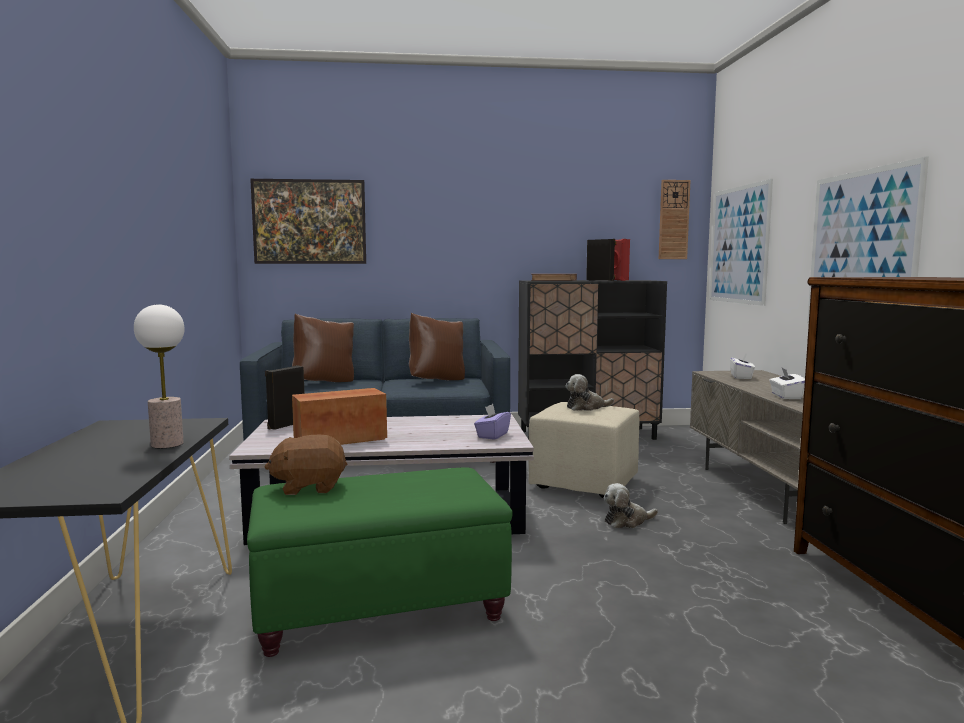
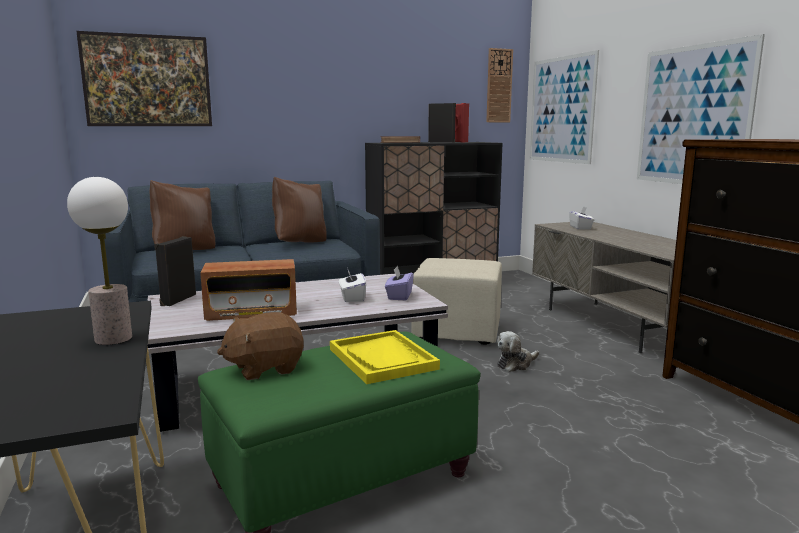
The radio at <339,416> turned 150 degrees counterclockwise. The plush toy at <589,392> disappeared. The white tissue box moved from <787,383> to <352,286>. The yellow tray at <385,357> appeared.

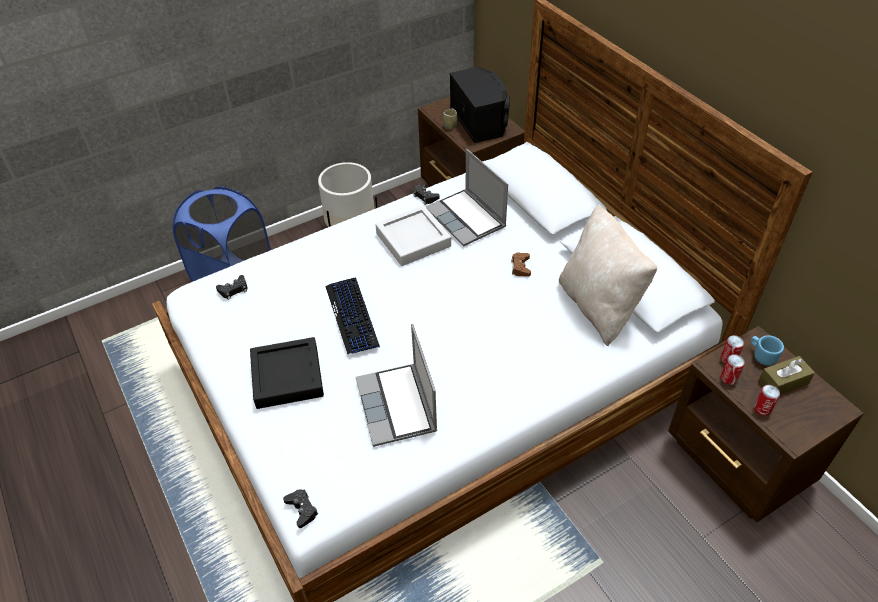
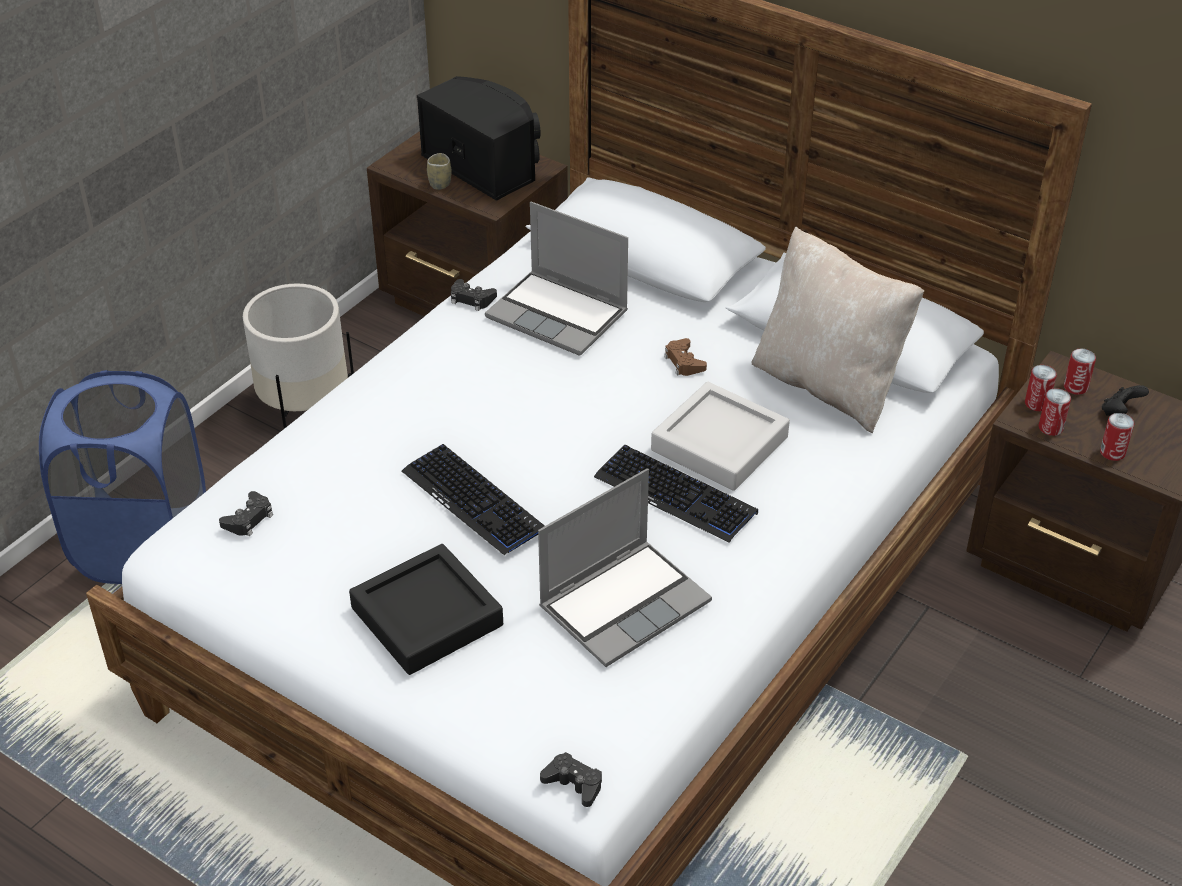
The laptop at <396,385> turned 90 degrees counterclockwise. The grey tray moved from <413,235> to <720,436>. The blue mug at <767,350> was replaced by the can at <1080,371>. The brown tissue box at <787,375> was replaced by the black game controller at <1125,400>. The keyboard at <676,493> appeared.

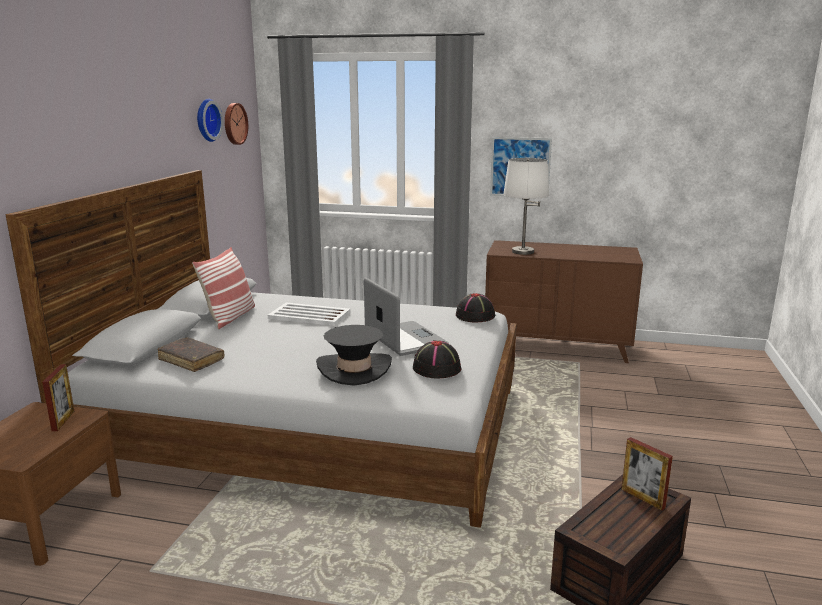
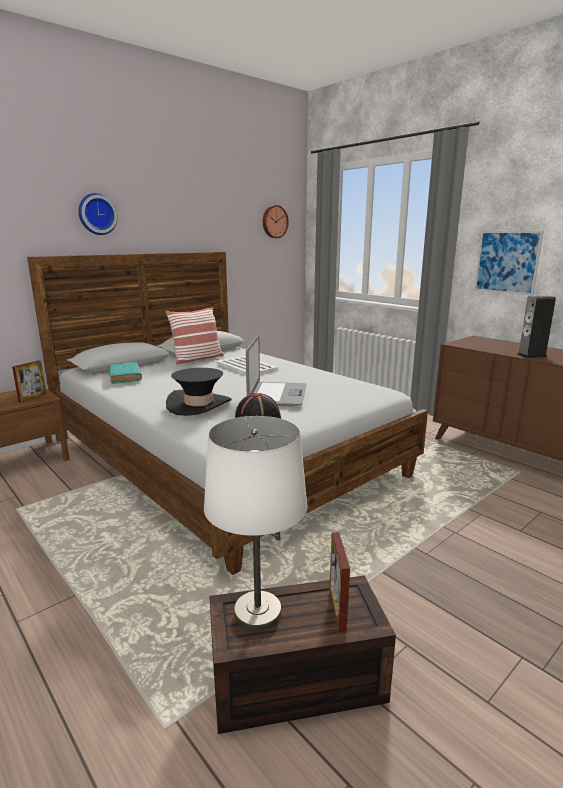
The brown book at <190,354> became the turquoise book at <125,373>. The wall clock moved from <210,120> to <98,214>. The black hat at <475,307> disappeared. The white table lamp moved from <526,206> to <256,523>. The speaker at <536,327> appeared.

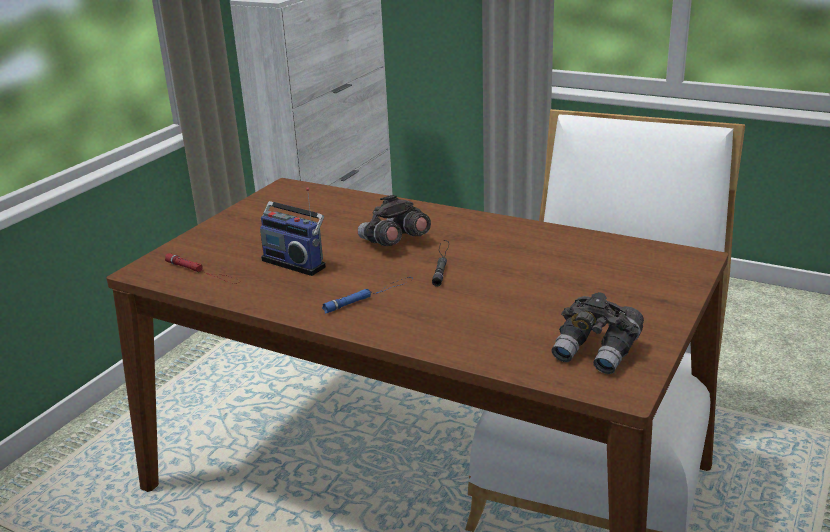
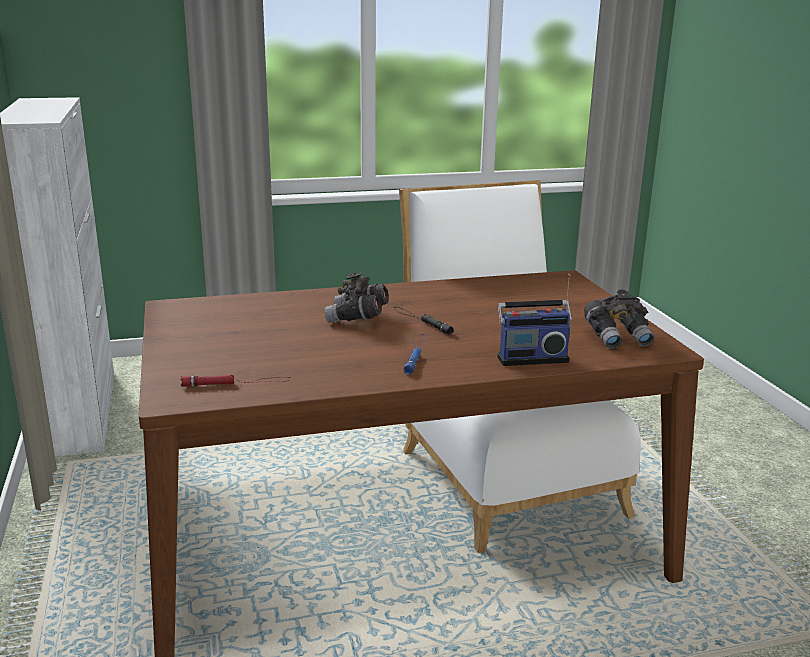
The radio moved from <293,231> to <534,320>.

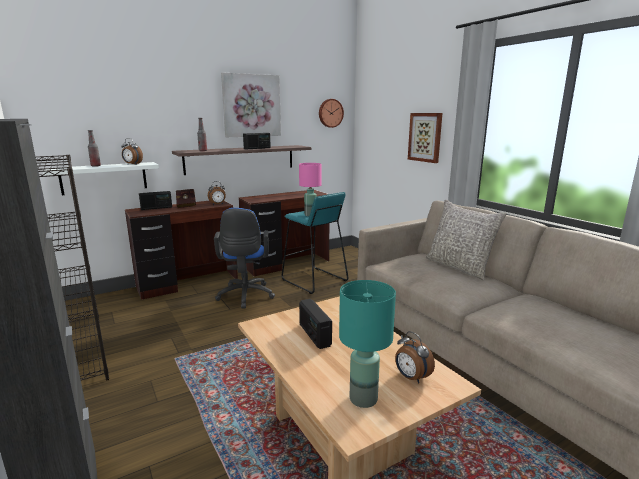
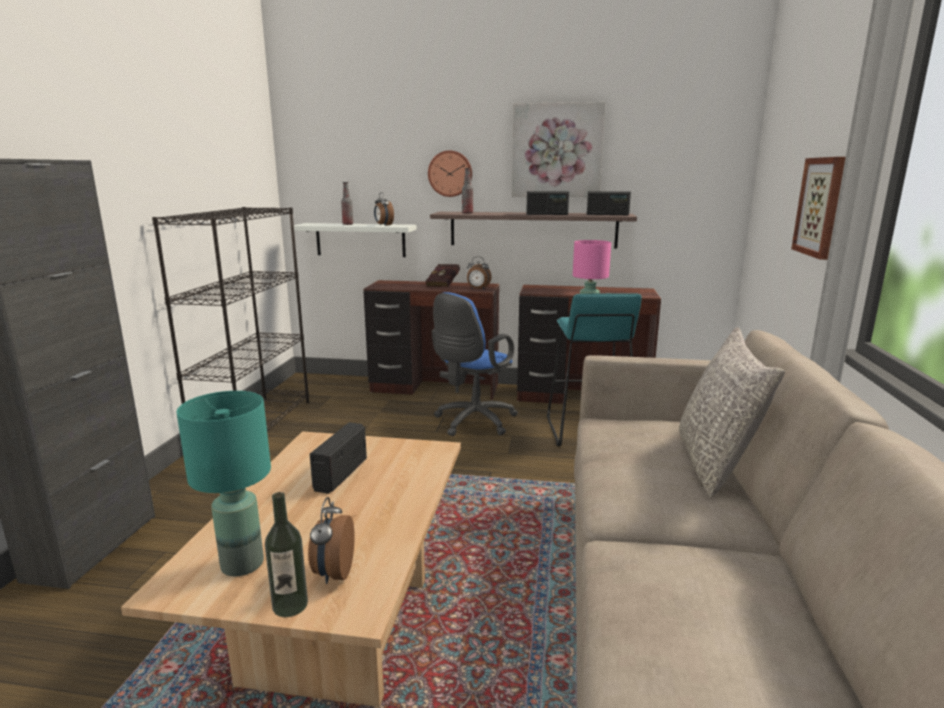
The radio moved from <155,200> to <609,203>. The wall clock moved from <331,113> to <450,173>. The bottle at <286,554> appeared.

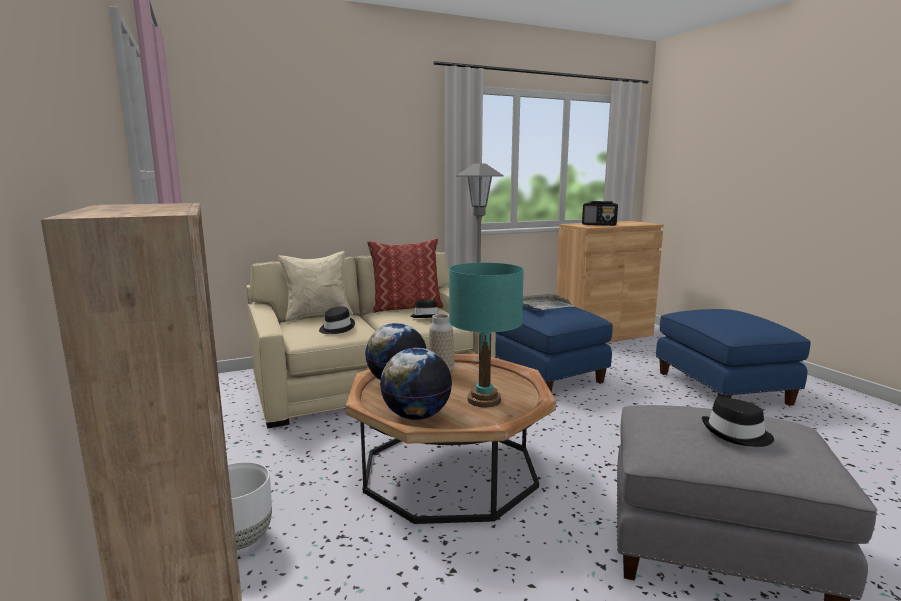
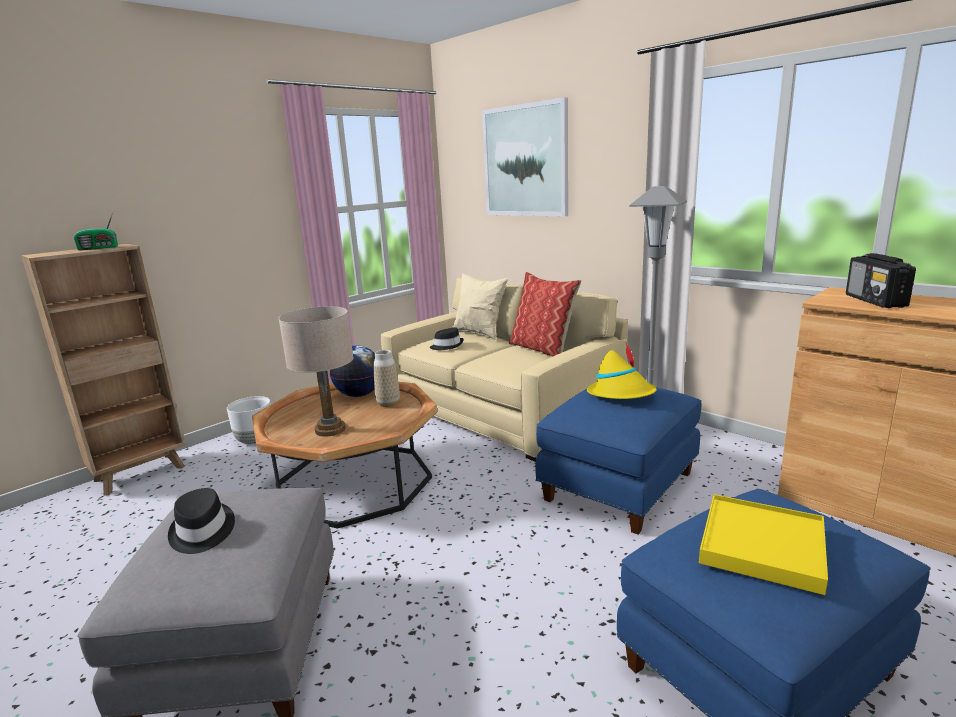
The globe at <416,384> disappeared. The black hat at <424,308> disappeared. The turquoise table lamp at <486,335> became the beige table lamp at <316,371>. The grey tray at <548,302> was replaced by the yellow hat at <622,371>. The radio at <96,231> appeared. The picture at <525,156> appeared. The yellow tray at <763,544> appeared.

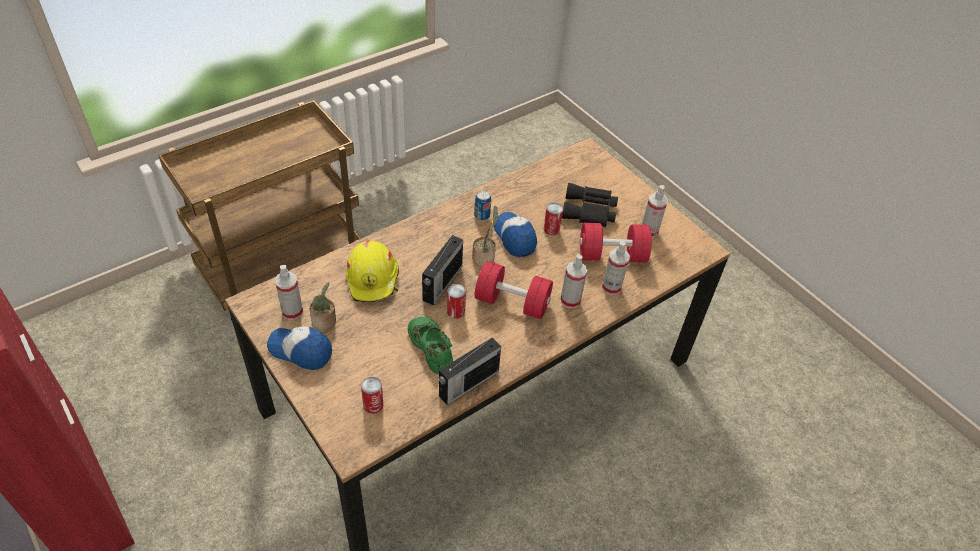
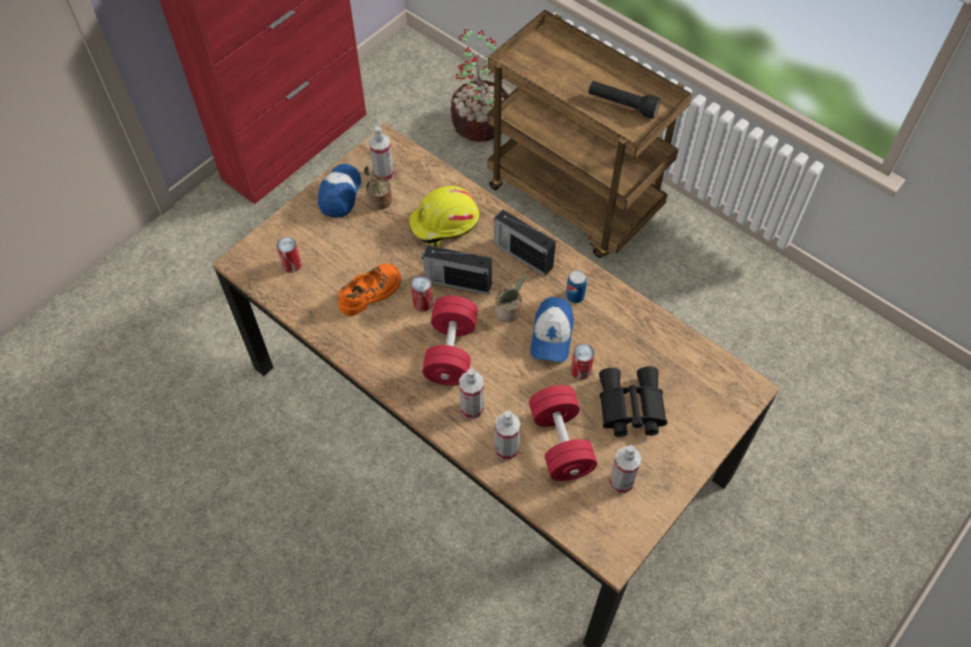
The green shoe at <430,345> became the orange shoe at <369,289>. The radio moved from <469,371> to <525,243>. The cap at <515,234> turned 135 degrees clockwise. The potted plant at <479,85> appeared. The black flashlight at <624,100> appeared.

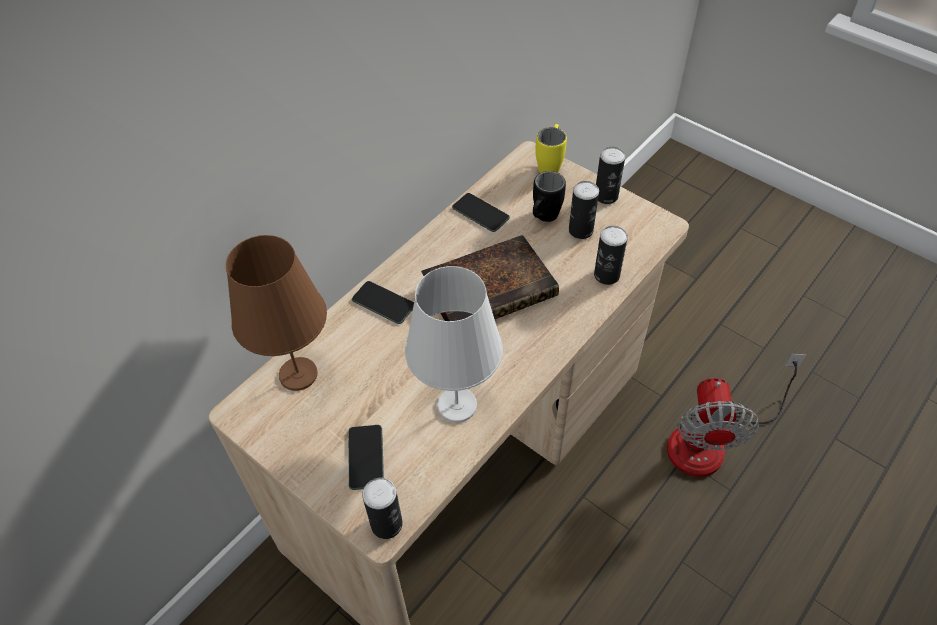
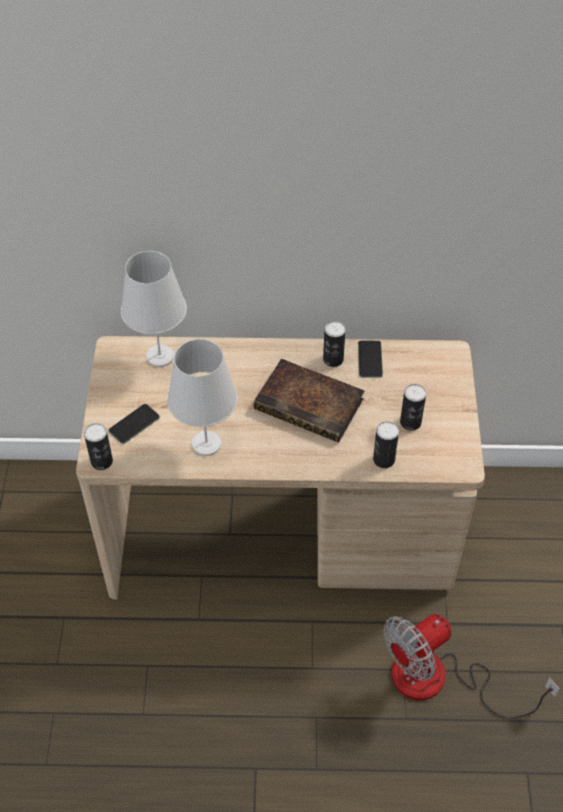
The brown table lamp at <276,313> became the white table lamp at <154,309>. The phone at <383,302> disappeared. The black mug at <549,196> disappeared. The yellow mug at <551,148> disappeared. The can moved from <610,175> to <334,344>.

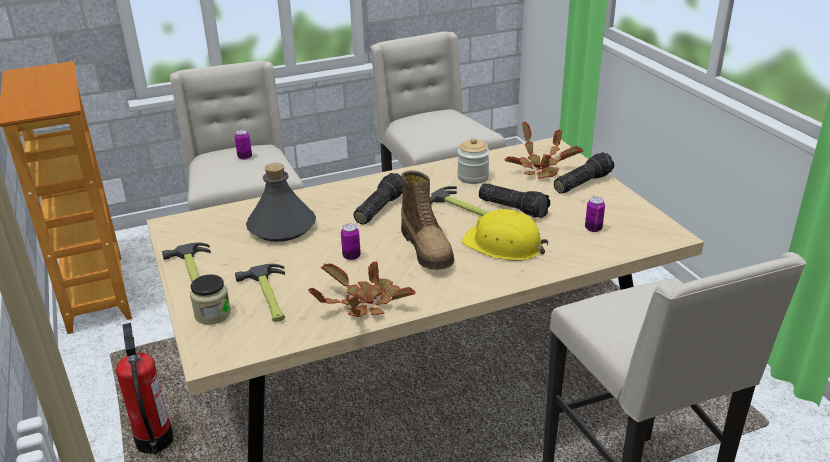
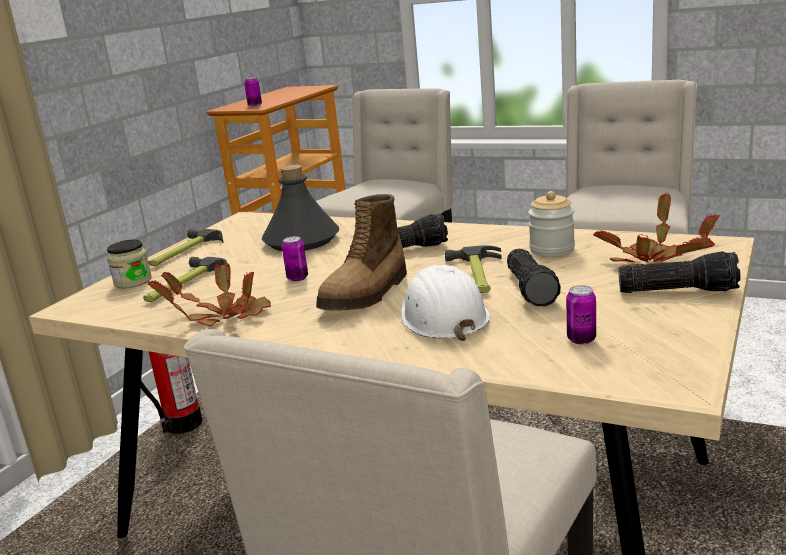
The can moved from <243,145> to <253,92>. The yellow hard hat at <505,235> became the white hard hat at <445,303>.

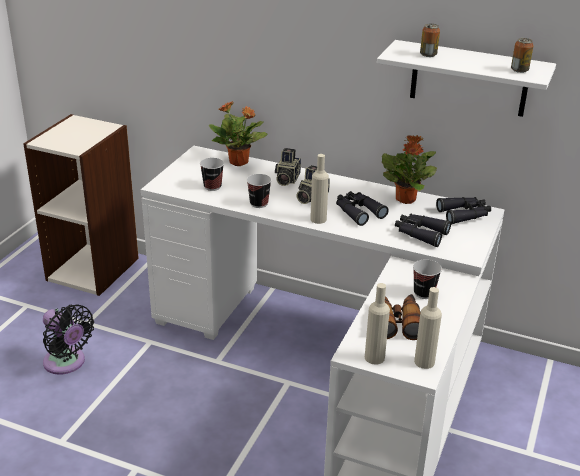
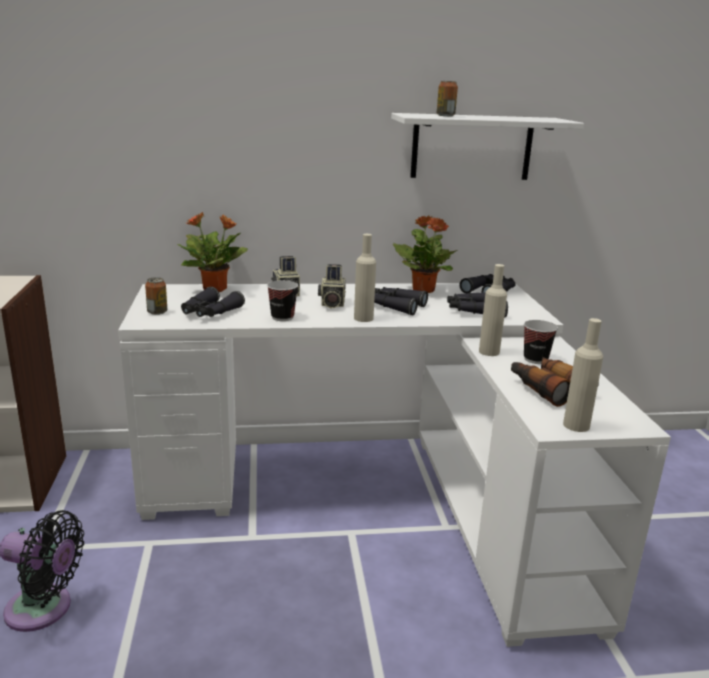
The cup at <212,174> was replaced by the black binoculars at <213,302>. The beige bottle moved from <428,328> to <493,310>. The can moved from <522,55> to <156,296>.

